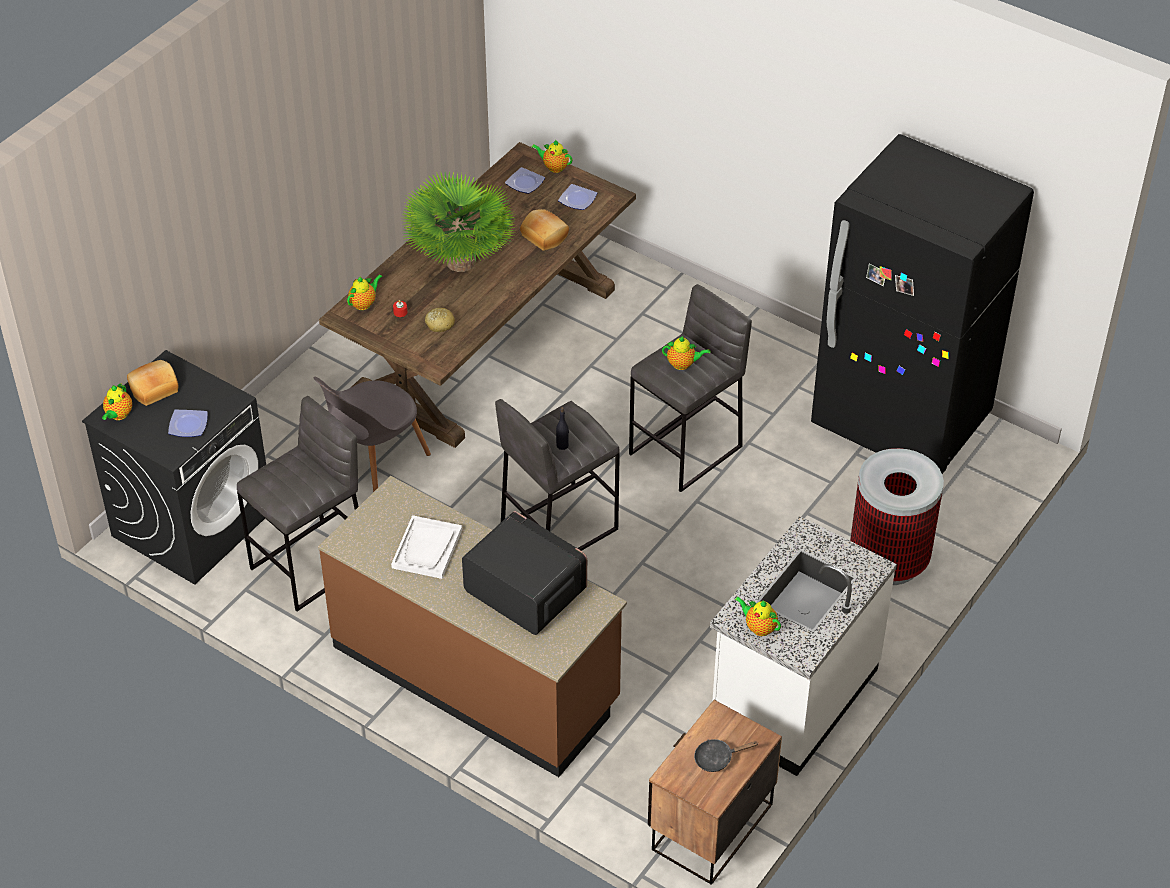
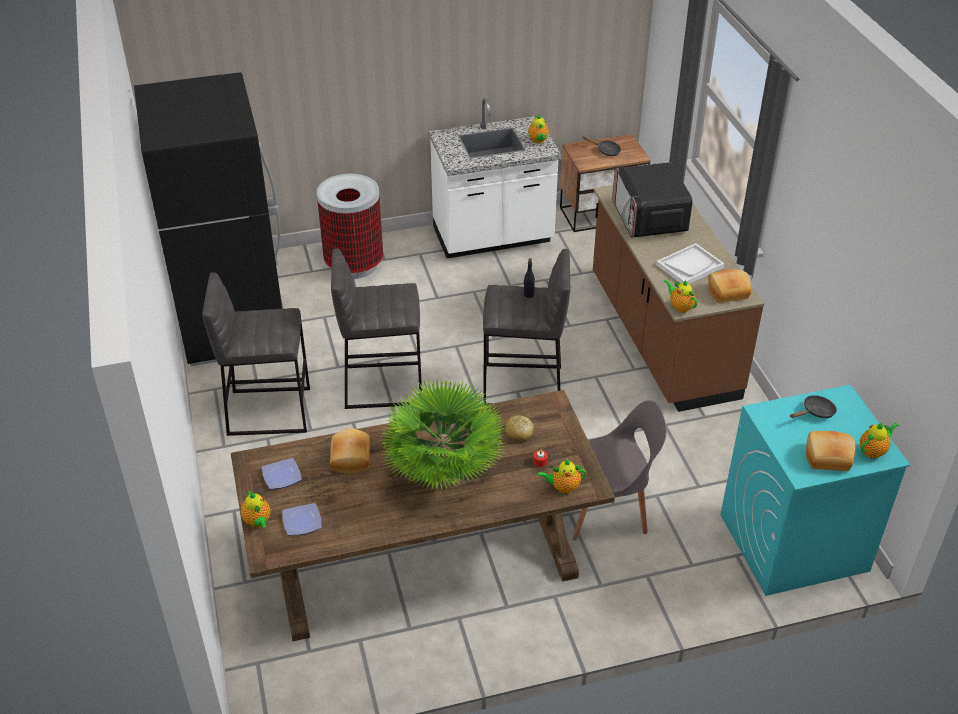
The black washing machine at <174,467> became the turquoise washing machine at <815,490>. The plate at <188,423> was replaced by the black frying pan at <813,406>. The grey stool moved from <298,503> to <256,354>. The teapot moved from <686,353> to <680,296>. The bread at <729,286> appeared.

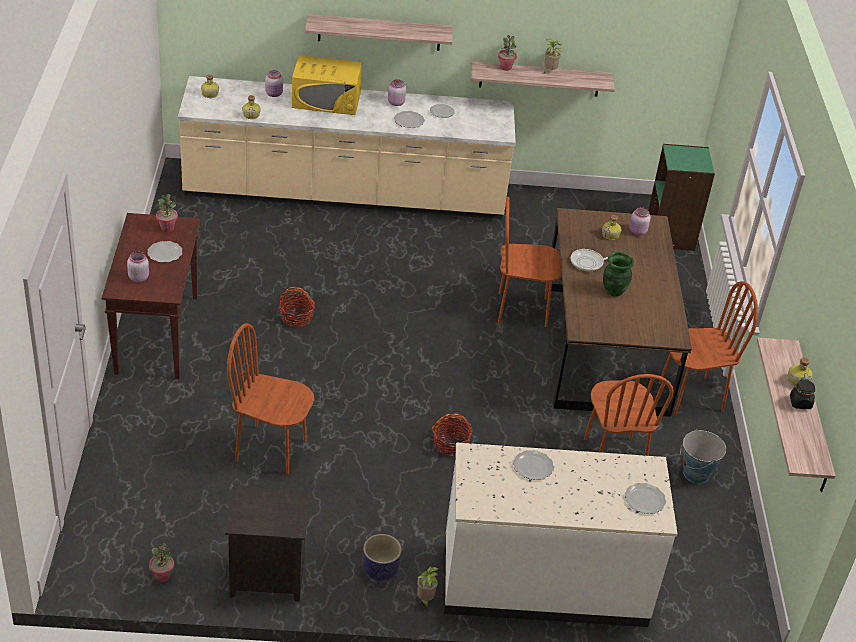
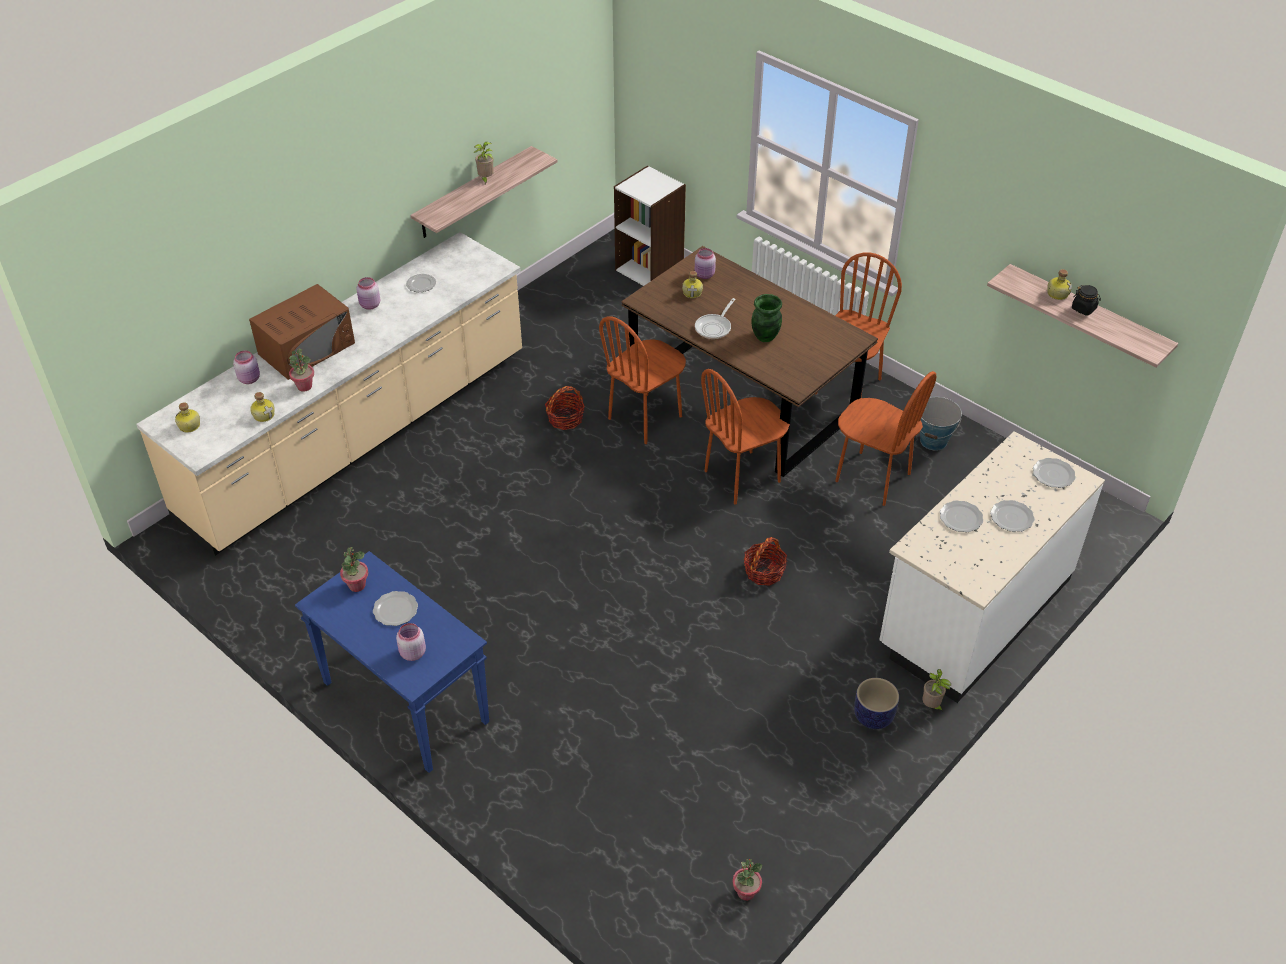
The brown console table at <151,296> became the blue console table at <392,662>. The black nightstand at <267,544> disappeared. The brown chair moved from <271,399> to <745,437>. The basket moved from <297,306> to <565,408>. The yellow microwave at <327,85> became the brown microwave at <302,332>. The shelf at <379,32> disappeared. The plate moved from <409,119> to <1012,516>. The potted plant moved from <507,53> to <301,370>. The green bookcase at <681,197> became the white bookcase at <650,225>.

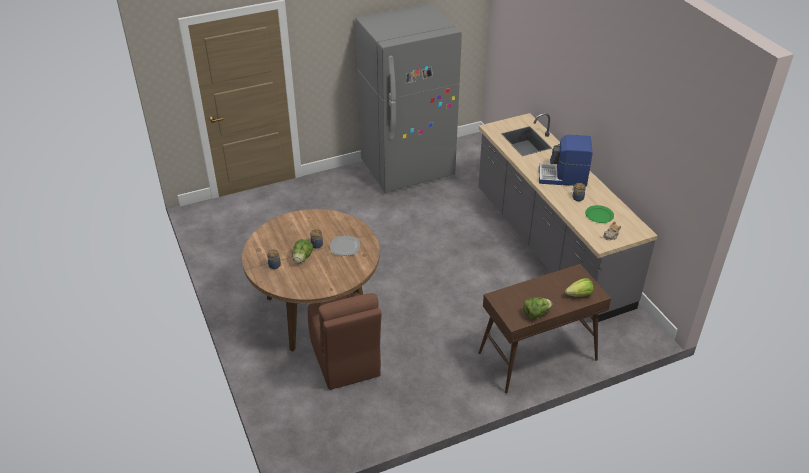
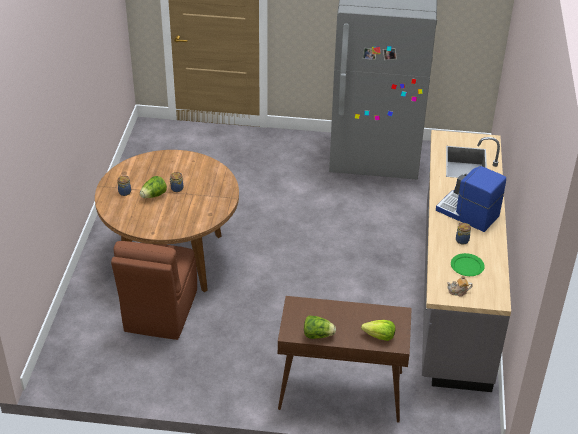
The plate at <345,246> disappeared.

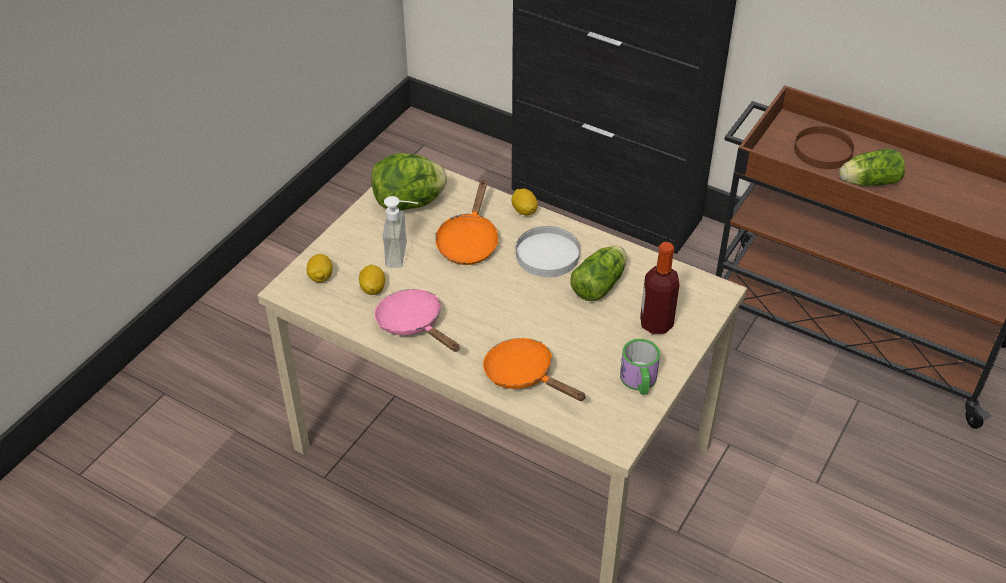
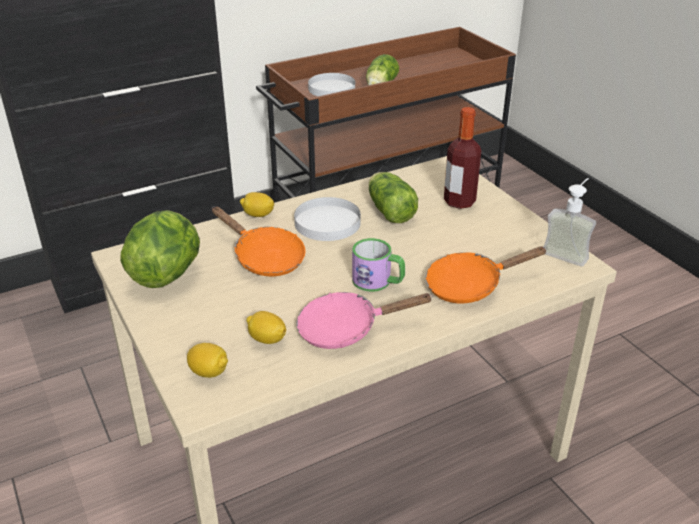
The soap dispenser moved from <400,232> to <569,222>. The mug moved from <640,367> to <378,265>. The brown plate at <824,147> became the white plate at <331,84>.

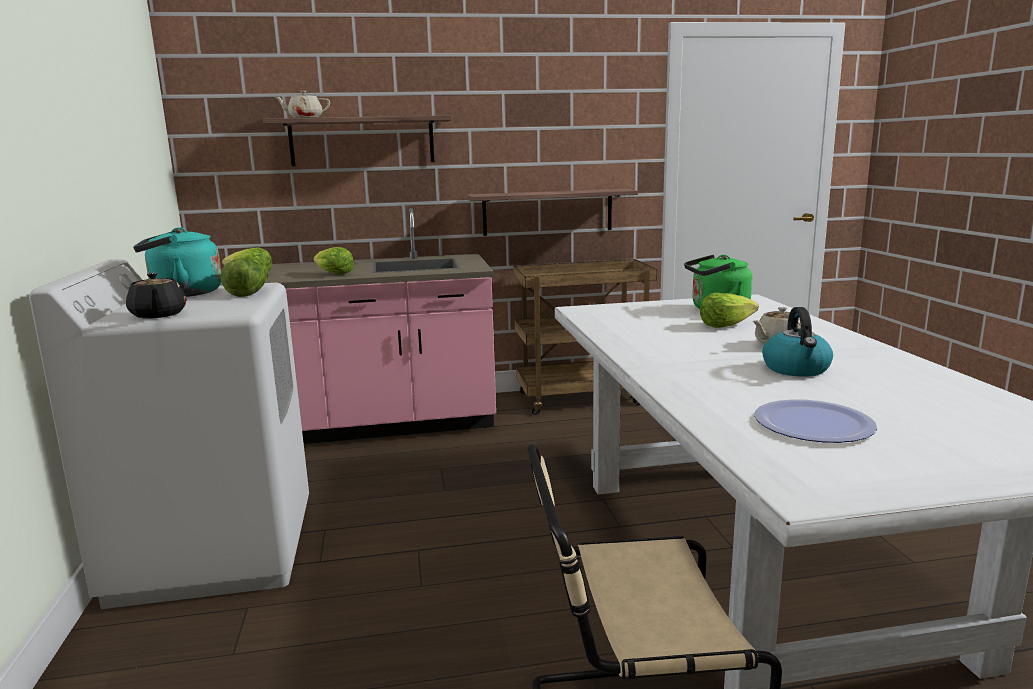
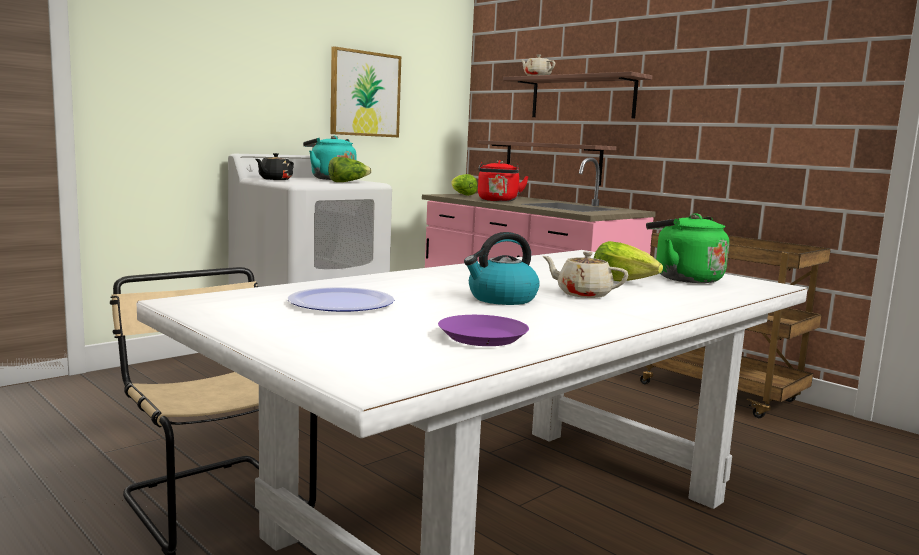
The lettuce at <334,261> was replaced by the red kettle at <503,181>. The shelf moved from <552,212> to <546,163>. The picture at <365,91> appeared. The purple plate at <483,330> appeared.

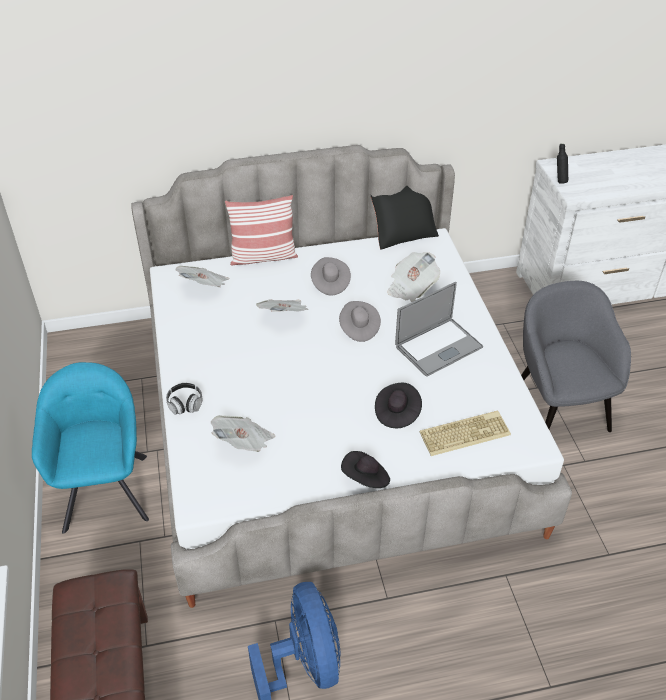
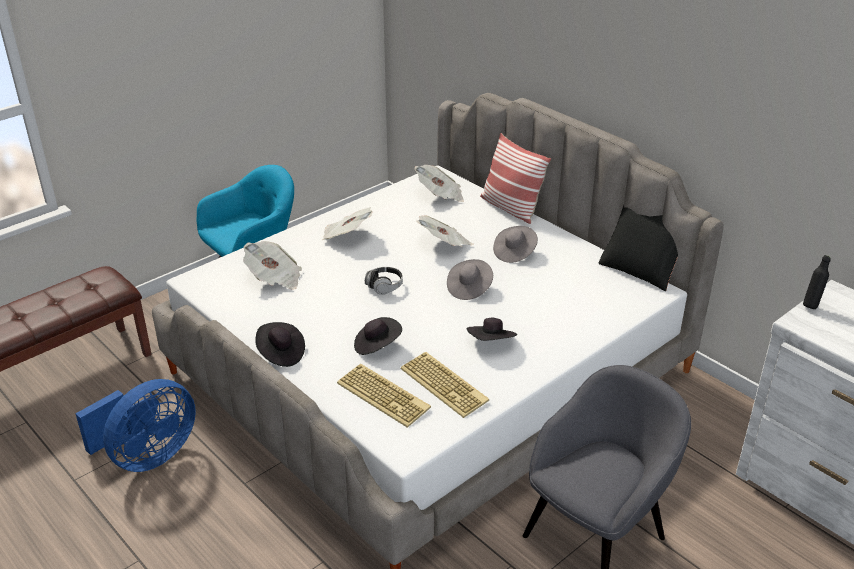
The headphones moved from <184,399> to <384,281>. The newspaper moved from <413,277> to <347,223>. The laptop at <439,329> was replaced by the black hat at <492,329>. The keyboard at <445,385> appeared.

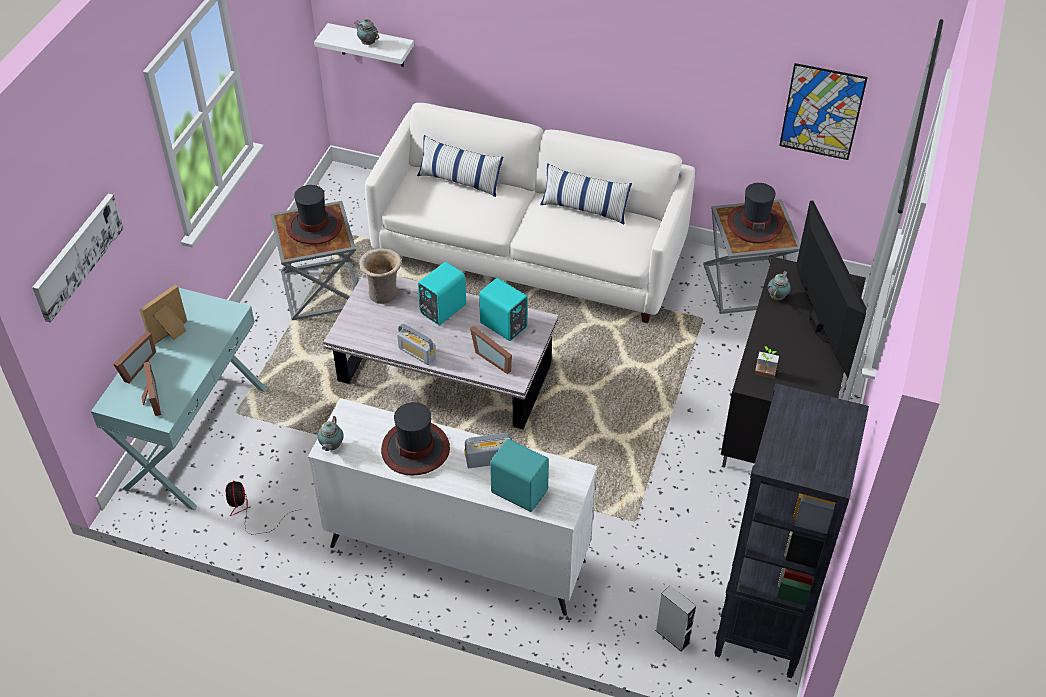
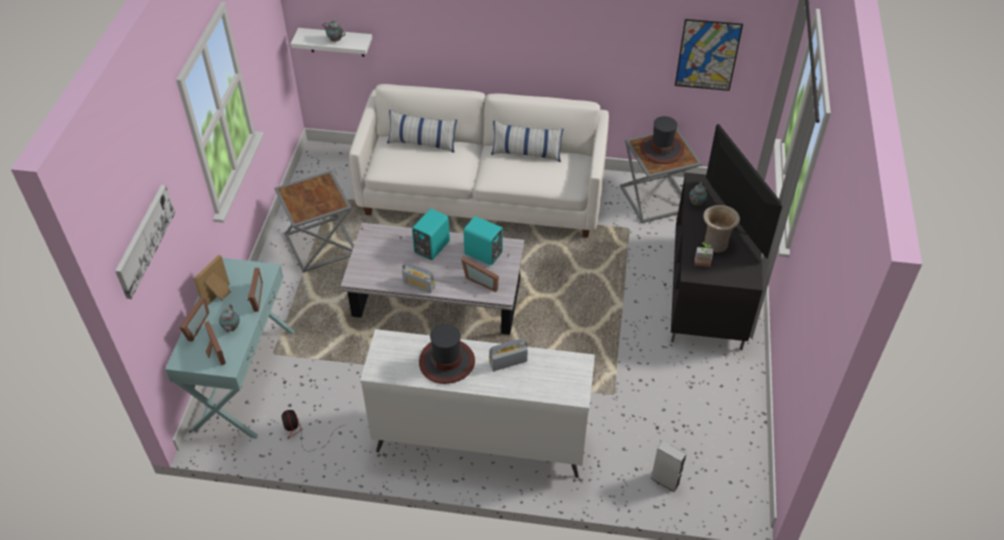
The hat at <314,215> disappeared. The teapot moved from <331,433> to <229,318>. The beige vase moved from <380,276> to <721,229>. The turquoise speaker at <519,475> disappeared. The black bookcase at <791,530> disappeared. The picture frame at <255,290> appeared.

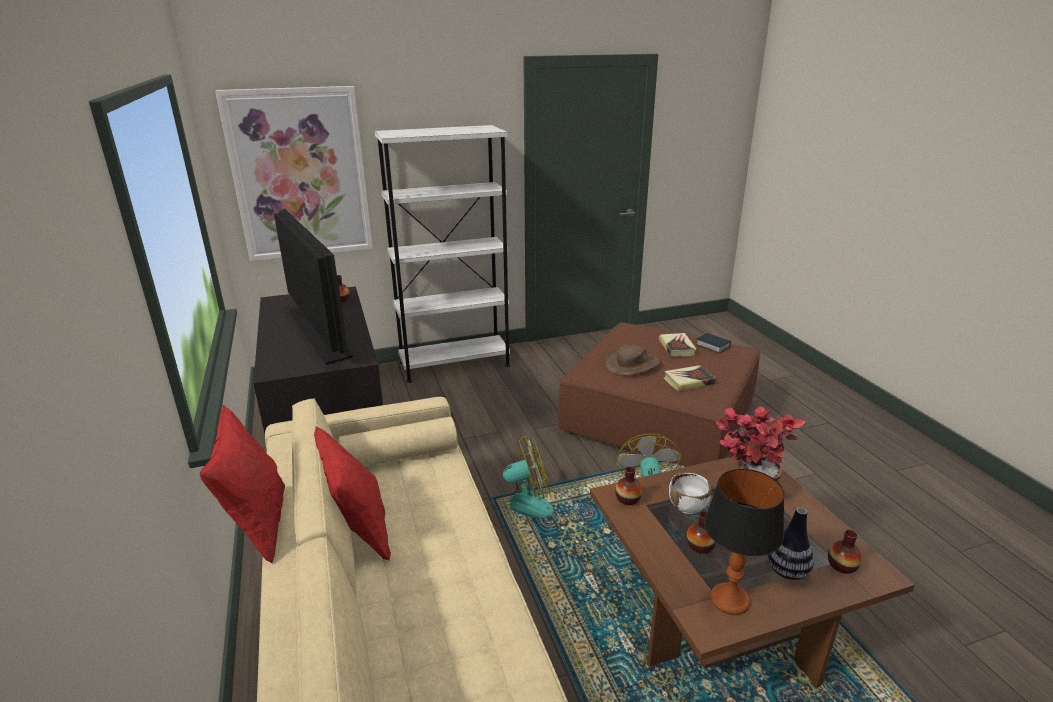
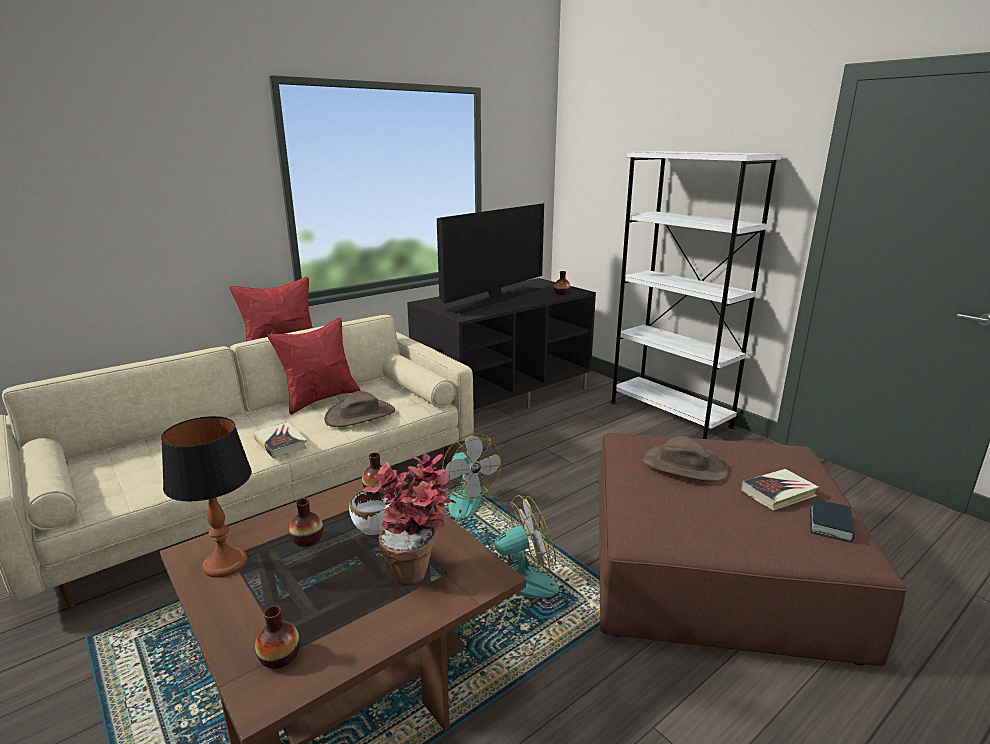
The picture at <294,173> disappeared. The book moved from <690,378> to <280,440>. The vase at <791,543> disappeared. The brown hat at <359,409> appeared.

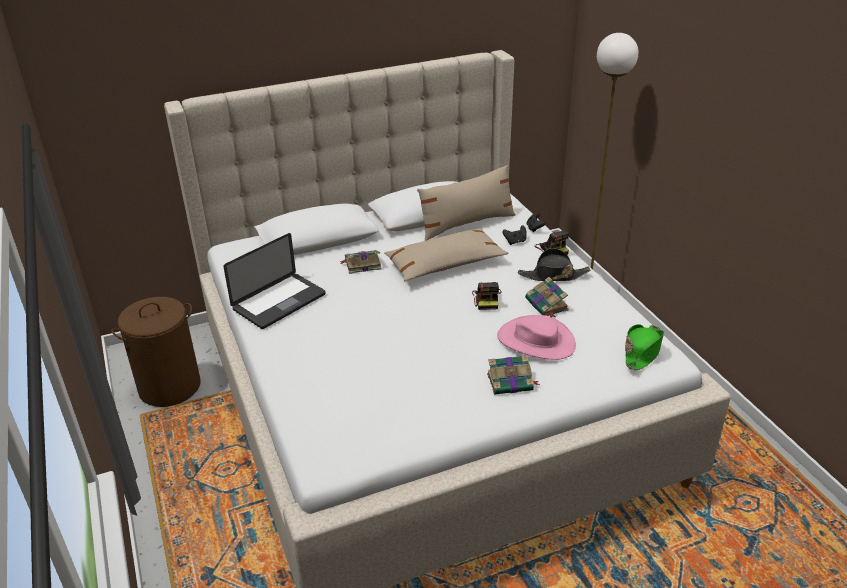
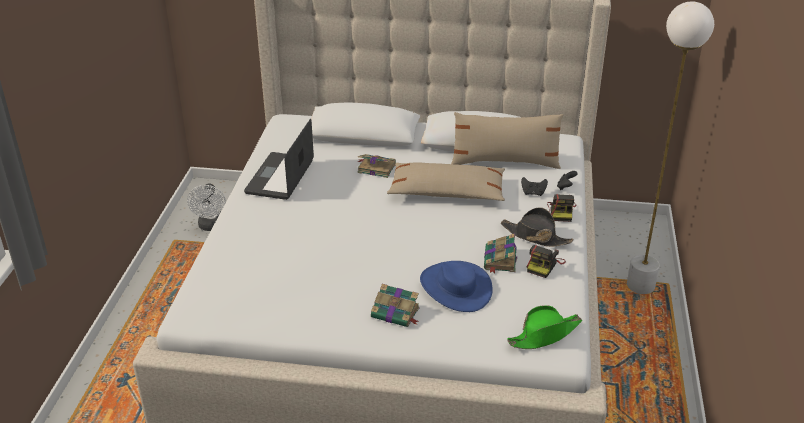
The brown laundry basket at <156,352> was replaced by the white fan at <206,207>. The laptop at <274,281> turned 120 degrees clockwise. The photo camera moved from <487,296> to <546,261>. The pink hat at <536,337> became the blue hat at <456,286>.

